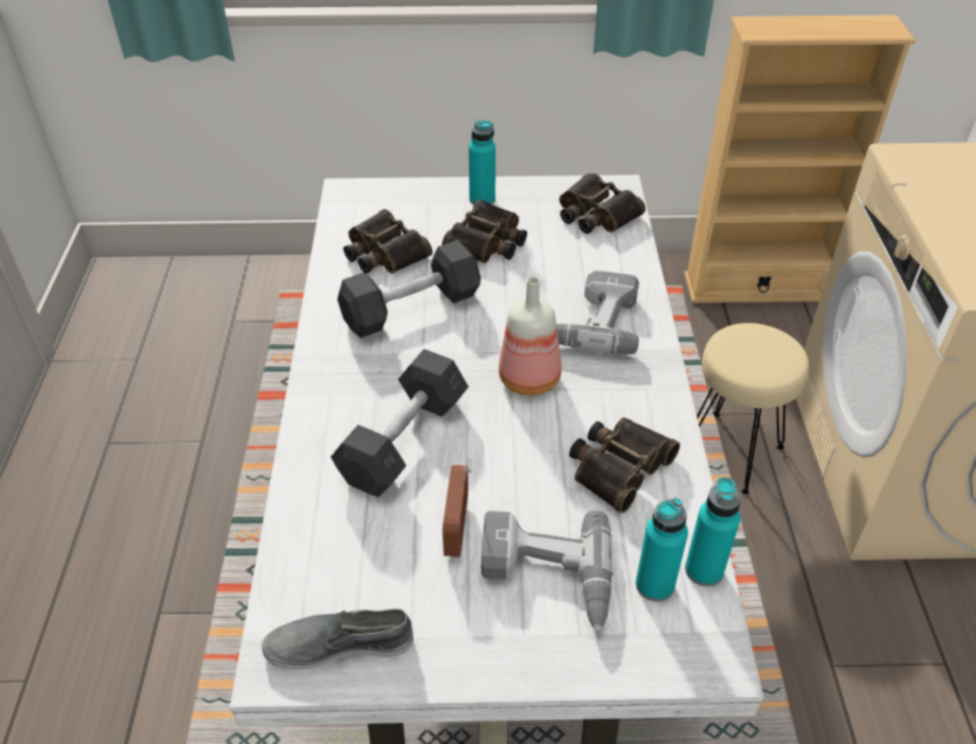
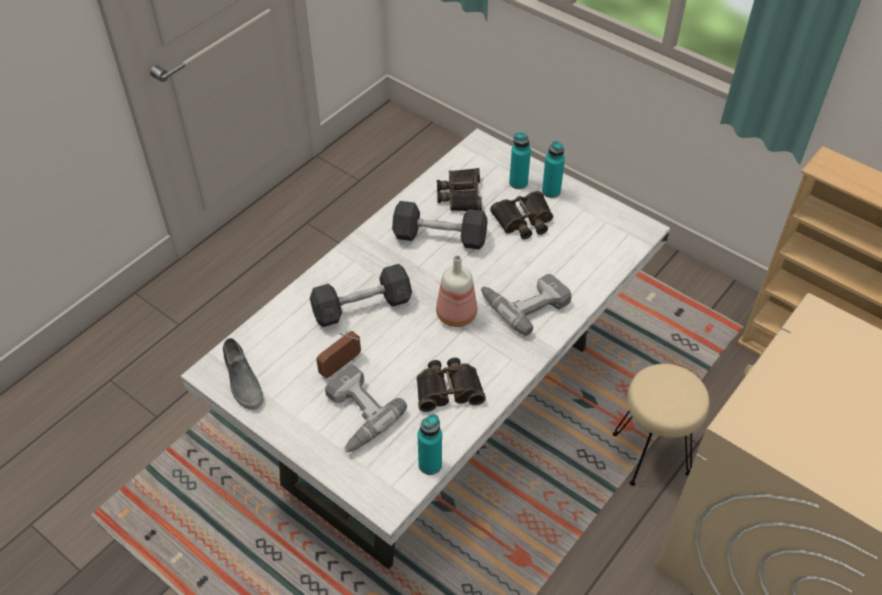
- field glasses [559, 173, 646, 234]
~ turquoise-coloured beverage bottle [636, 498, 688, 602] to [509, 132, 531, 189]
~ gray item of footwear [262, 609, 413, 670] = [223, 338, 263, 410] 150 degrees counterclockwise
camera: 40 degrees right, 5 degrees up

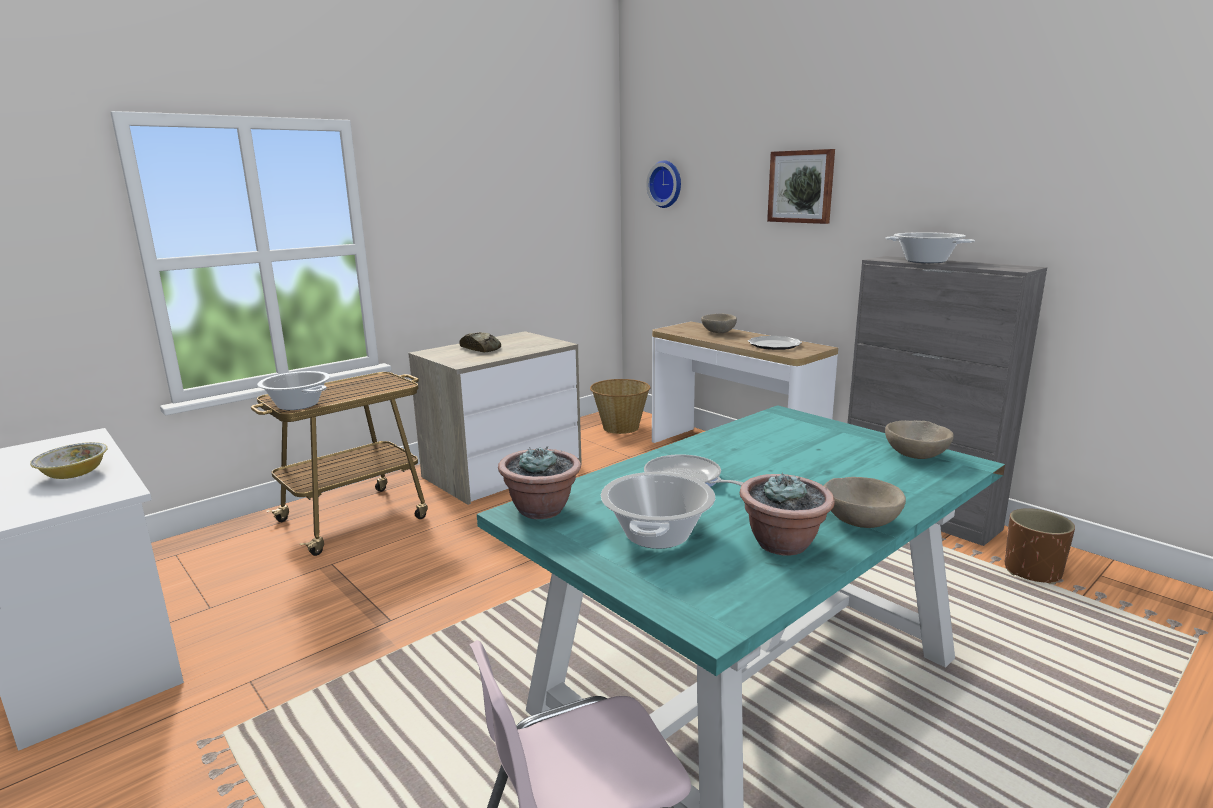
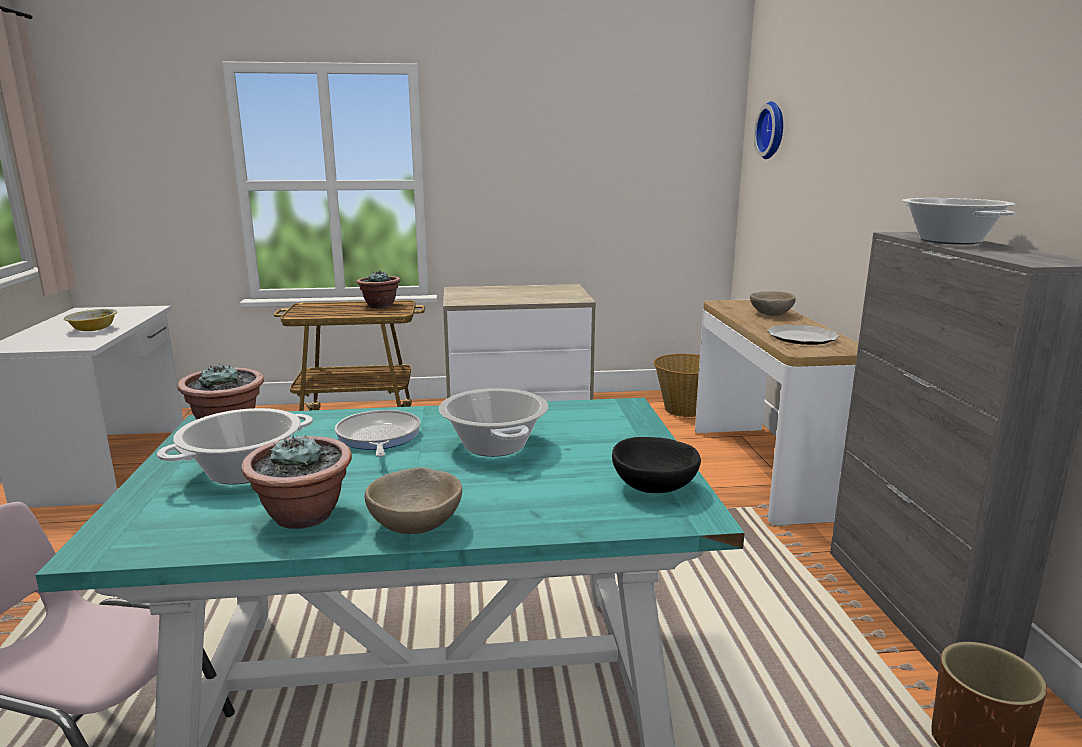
- wall picture [767, 149, 835, 224]
- bakery bread [460, 332, 501, 352]
~ saucepot [257, 371, 330, 410] to [439, 388, 548, 457]
~ sand-coloured deep dish [885, 420, 954, 459] to blackish deep dish [612, 437, 701, 493]
+ potted plant [356, 270, 400, 308]
camera: 35 degrees right, 0 degrees up

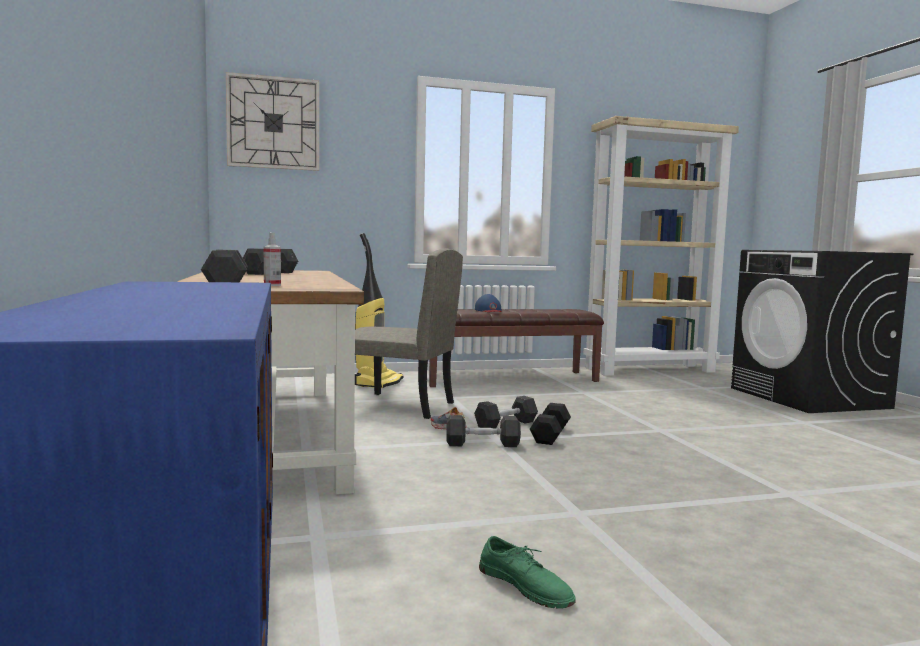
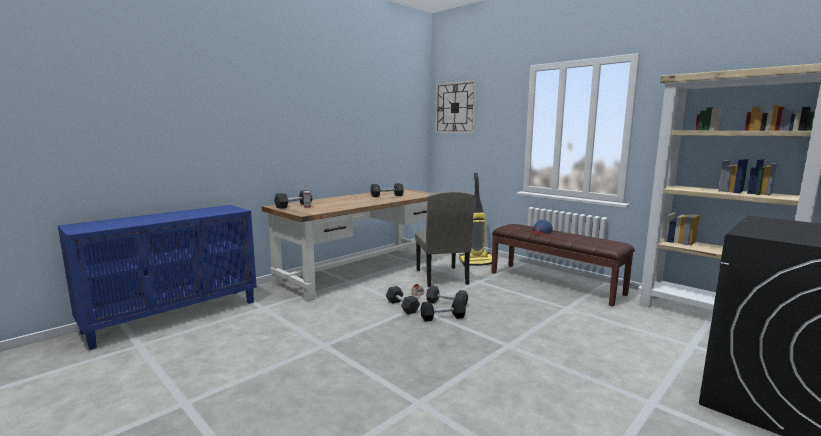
- green item of footwear [479, 536, 576, 609]
camera: 60 degrees right, 5 degrees up

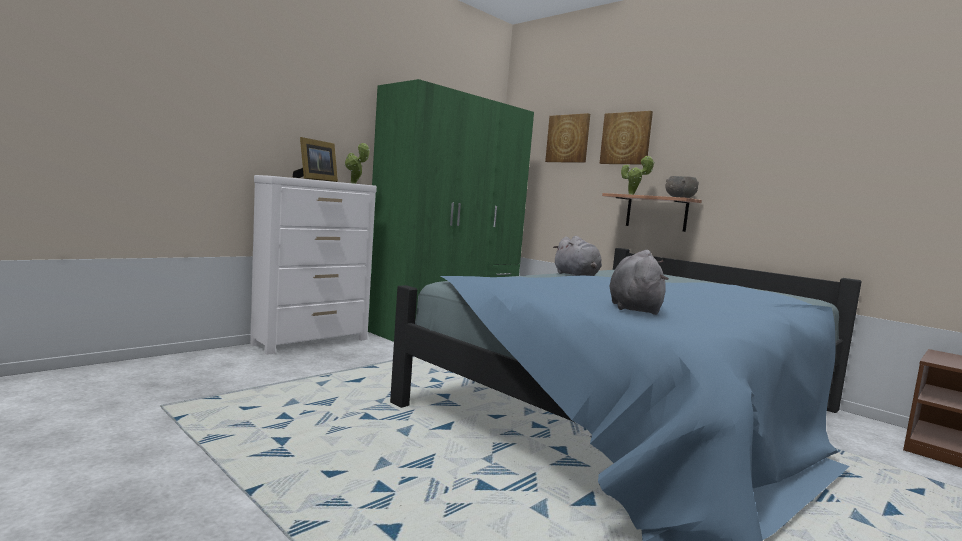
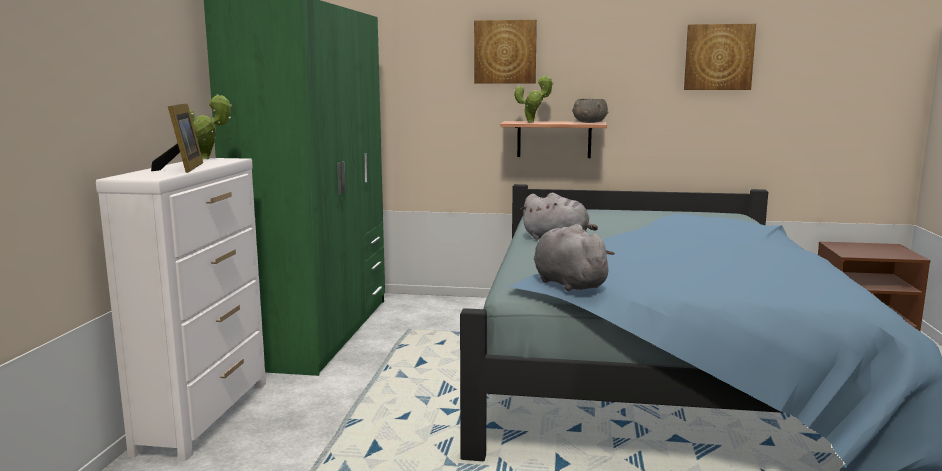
~ wall picture [545, 113, 590, 163] to [684, 24, 756, 90]
~ gray cuddly toy [610, 250, 669, 315] to [534, 224, 614, 291]
camera: 35 degrees left, 5 degrees up

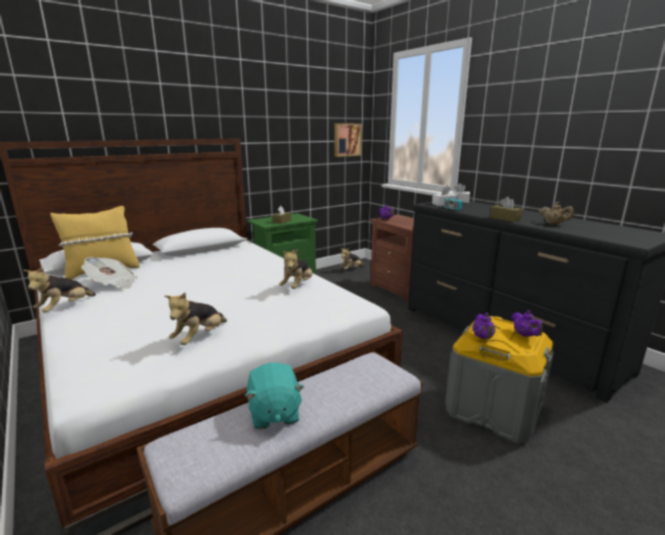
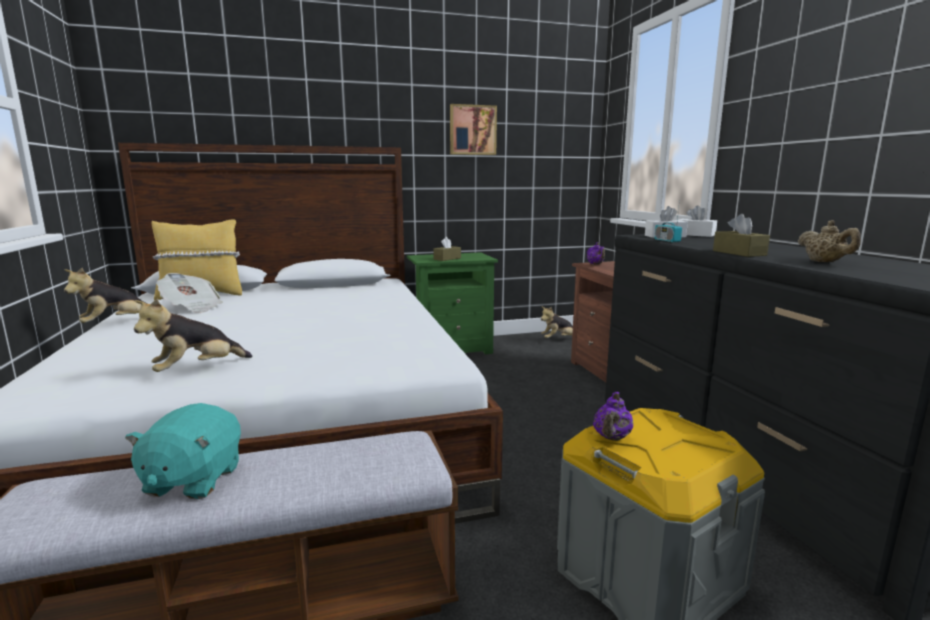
~ wall picture [335, 123, 362, 157] to [450, 104, 497, 155]
- cuddly toy [279, 249, 313, 289]
- purplish teapot [511, 310, 543, 337]
camera: 20 degrees right, 5 degrees down

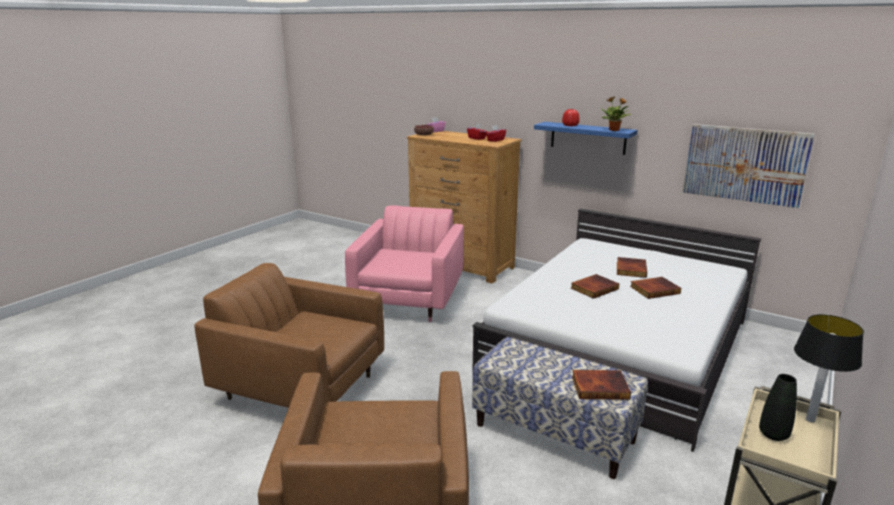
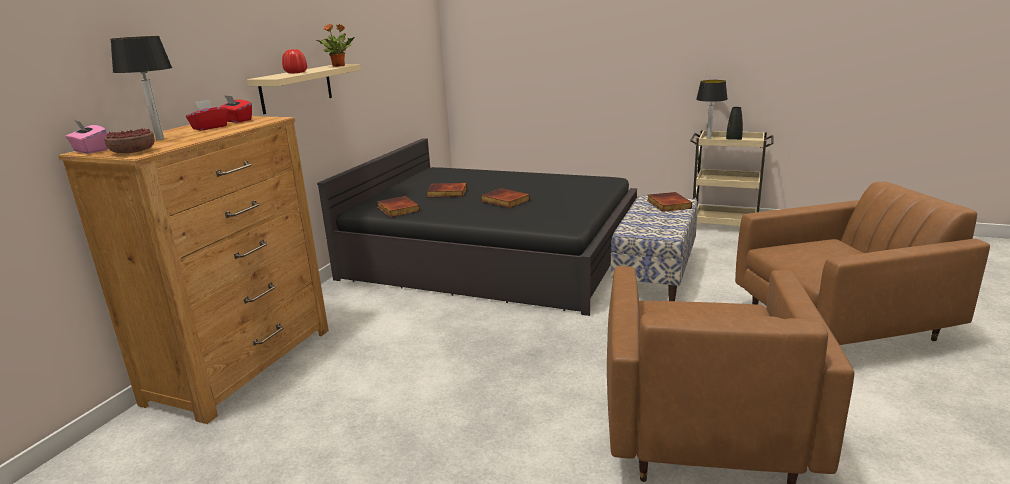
~ blue-coloured bracket shelf [534, 122, 637, 155] to sand-coloured bracket shelf [247, 64, 361, 114]
- wall picture [683, 124, 815, 208]
- pink armchair [345, 205, 464, 322]
~ white bedroom bed [472, 209, 761, 452] to blackish bedroom bed [317, 138, 637, 316]
~ bound book [630, 277, 681, 299] to [377, 196, 420, 217]
+ tabletop lamp [110, 36, 172, 140]
camera: 100 degrees left, 0 degrees up

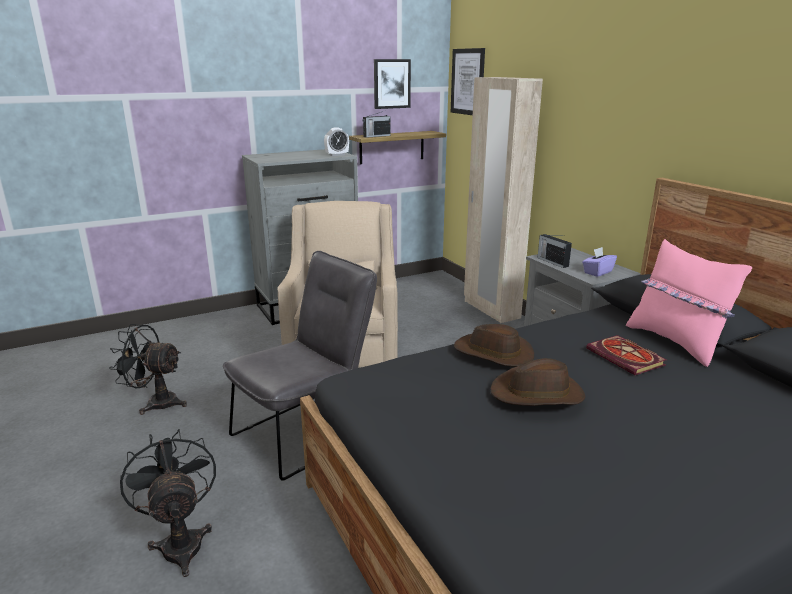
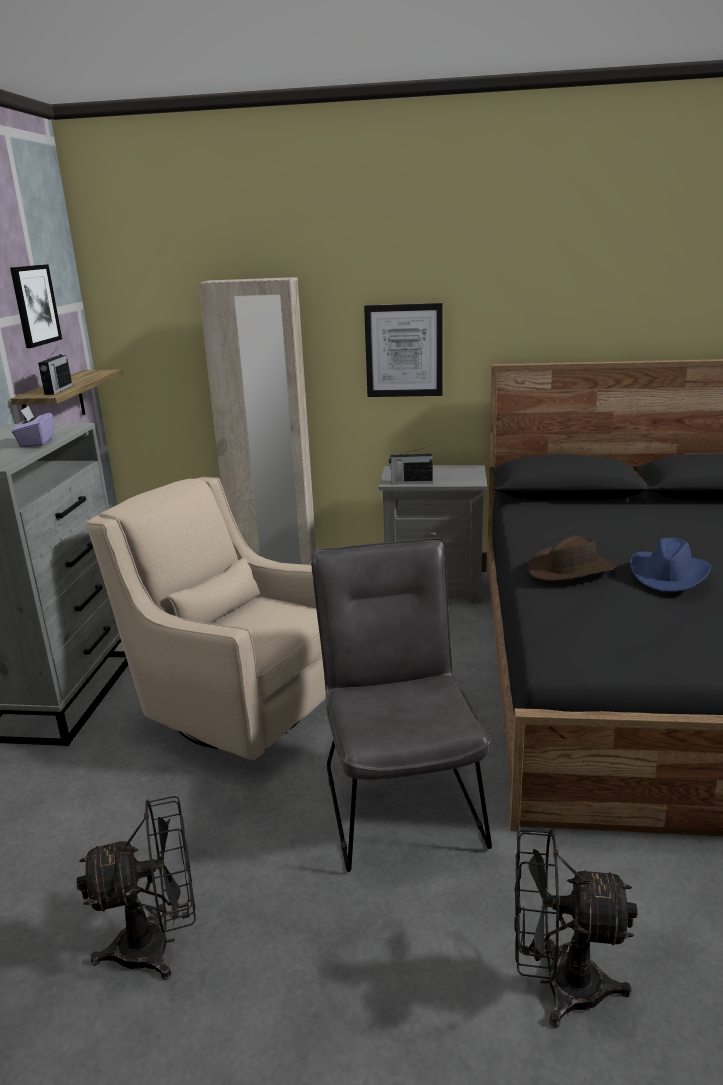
~ wall picture [451, 48, 485, 115] to [364, 303, 442, 397]
- alarm clock [324, 127, 349, 156]
- pink cushion [626, 239, 752, 367]
~ purplish tissue box [582, 247, 617, 277] to [12, 406, 54, 447]
~ blackish electric fan [109, 324, 187, 415] = [76, 796, 196, 980] 150 degrees counterclockwise
- bound book [586, 335, 667, 375]
~ brown clothing hat [490, 358, 586, 406] to blue-coloured clothing hat [630, 538, 711, 592]
camera: 55 degrees left, 0 degrees up

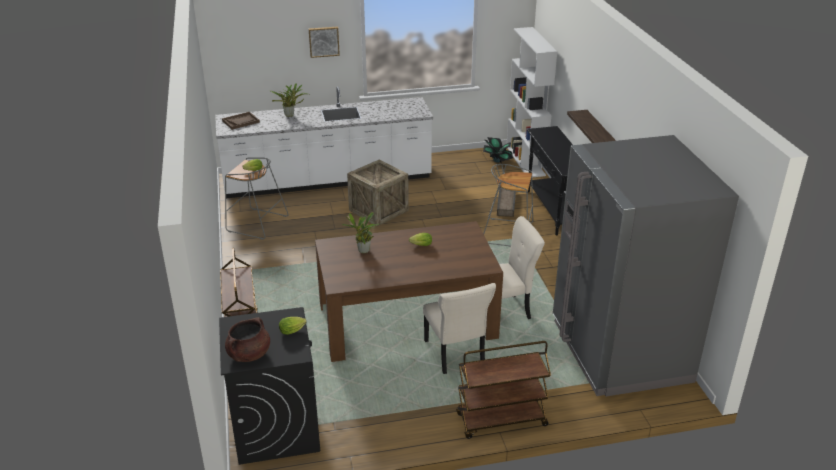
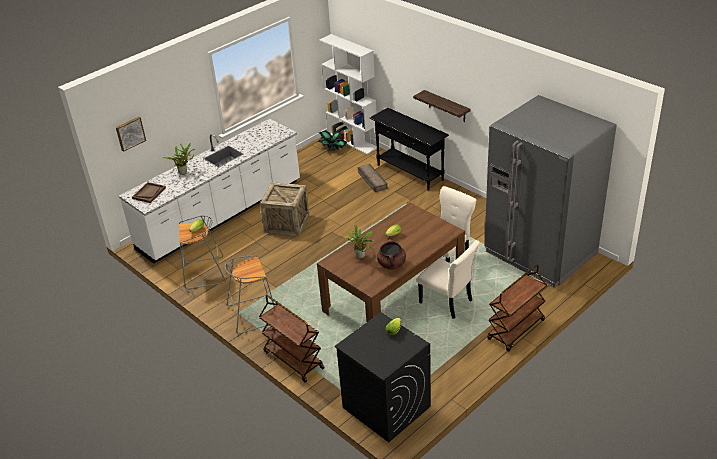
~ wall picture [309, 27, 340, 58] to [116, 117, 146, 152]
~ gray stool seat [483, 164, 533, 246] to [225, 255, 275, 334]
~ brown saucepot [225, 317, 270, 362] to [377, 239, 406, 270]
camera: 30 degrees left, 5 degrees up

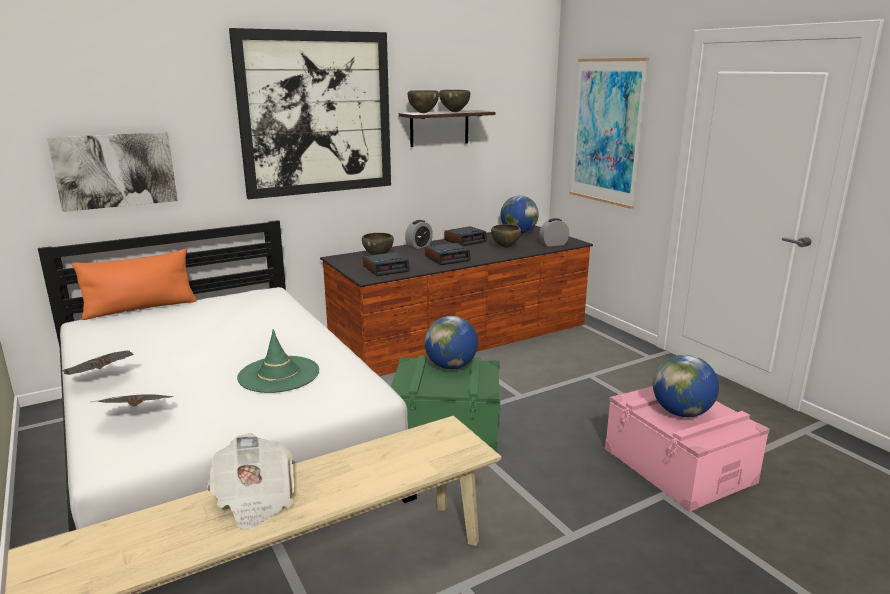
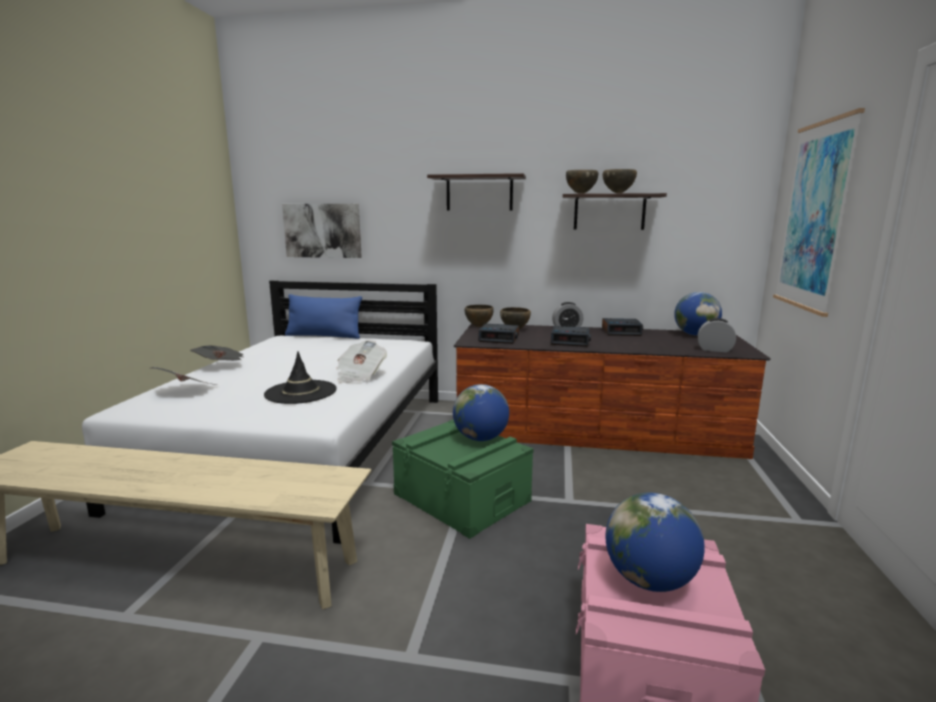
~ wall picture [229, 28, 391, 199] to bracket shelf [427, 173, 526, 211]
~ brown deep dish [491, 224, 521, 248] to [465, 305, 494, 327]
~ orangey cushion [72, 249, 196, 320] to blue-coloured cushion [285, 294, 362, 339]
~ green clothing hat [237, 329, 319, 393] to blackish clothing hat [264, 351, 337, 404]
~ daily paper [207, 434, 294, 530] to [336, 340, 387, 383]
camera: 40 degrees right, 5 degrees down

